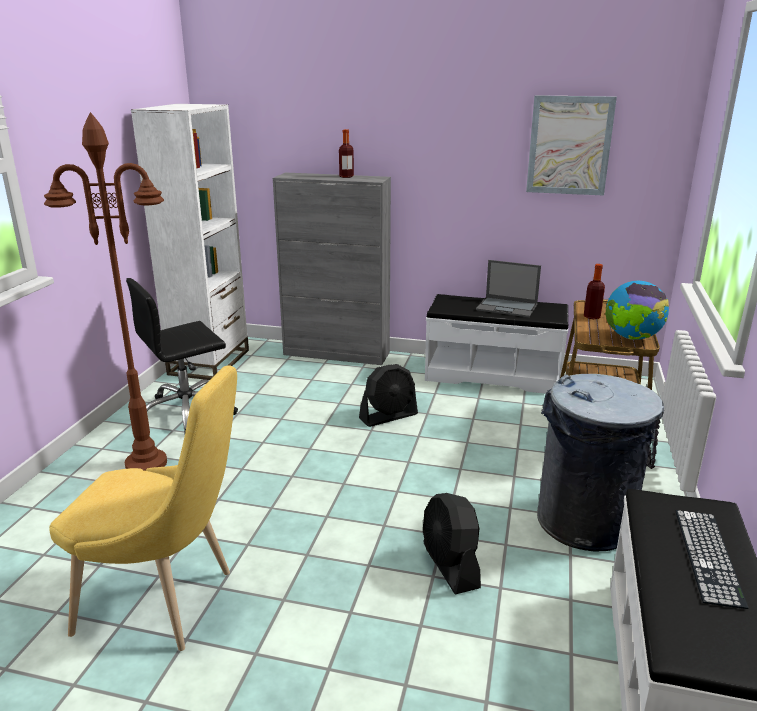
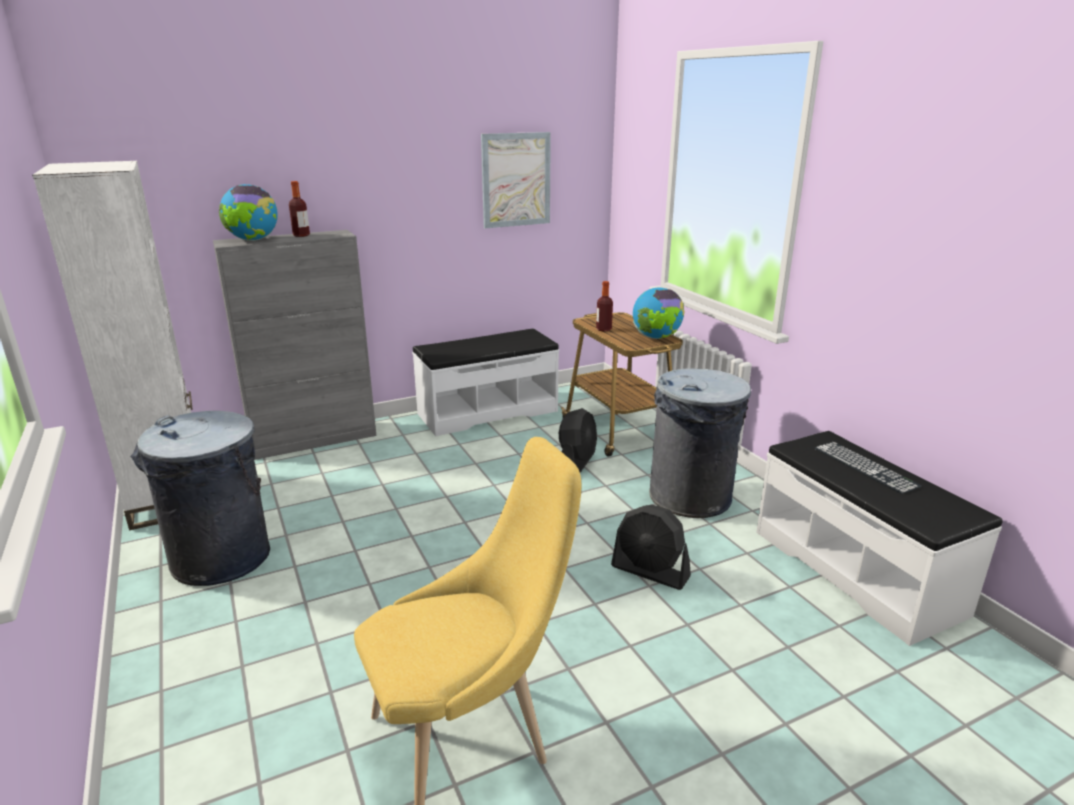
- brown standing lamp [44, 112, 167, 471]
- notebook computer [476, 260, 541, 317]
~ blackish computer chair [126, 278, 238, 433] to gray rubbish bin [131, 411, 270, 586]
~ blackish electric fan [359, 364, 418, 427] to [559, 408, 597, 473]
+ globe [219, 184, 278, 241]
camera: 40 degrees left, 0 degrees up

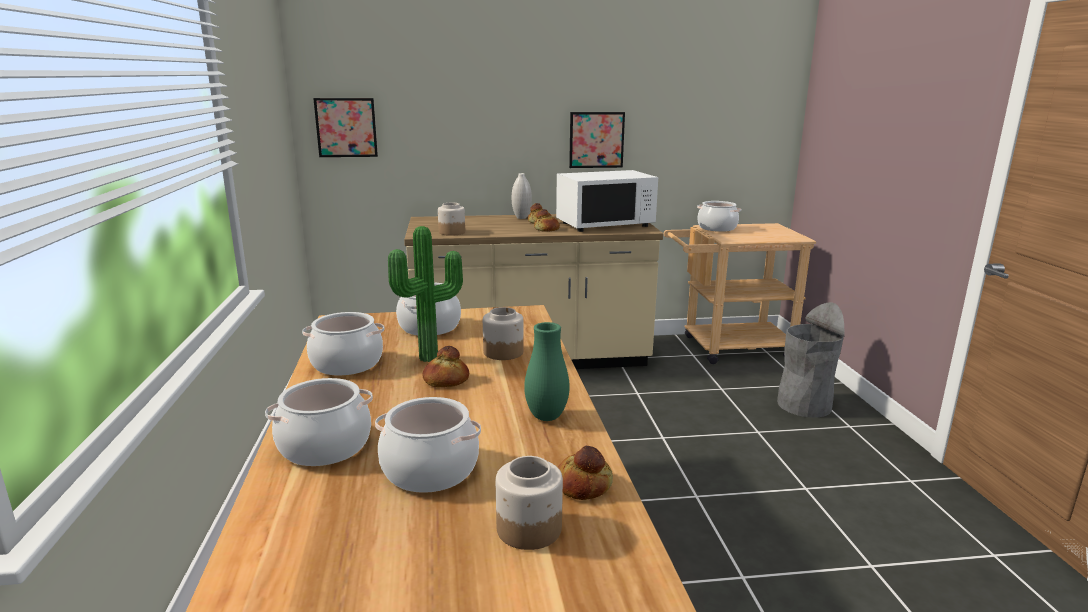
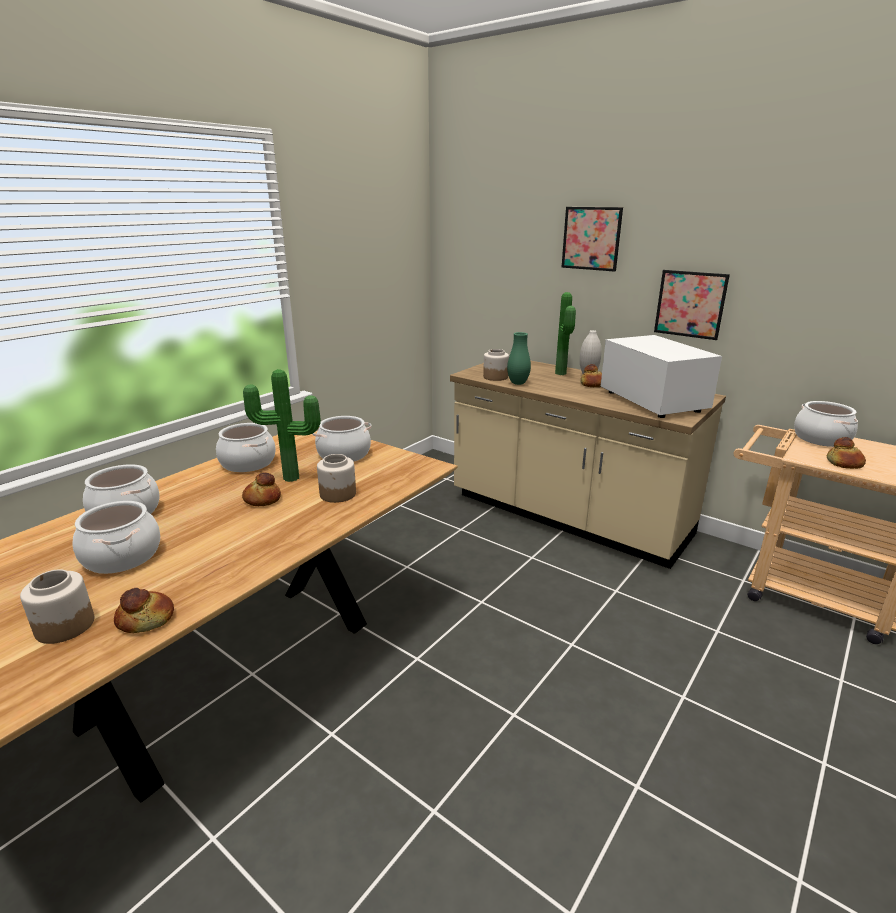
~ wall picture [313, 98, 378, 157] to [562, 207, 623, 272]
~ white kitchen microwave [556, 170, 658, 232] = [601, 335, 722, 418] 135 degrees counterclockwise
~ bakery bread [534, 209, 560, 232] to [827, 437, 866, 469]
- gray rubbish bin [777, 302, 845, 418]
~ green decorative vase [524, 322, 570, 421] to [507, 332, 531, 385]
+ potted plant [555, 292, 576, 375]
camera: 45 degrees right, 5 degrees up

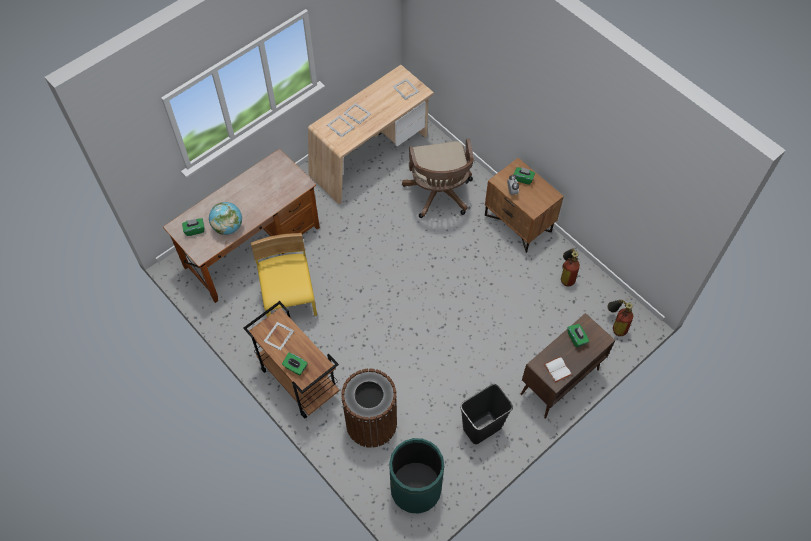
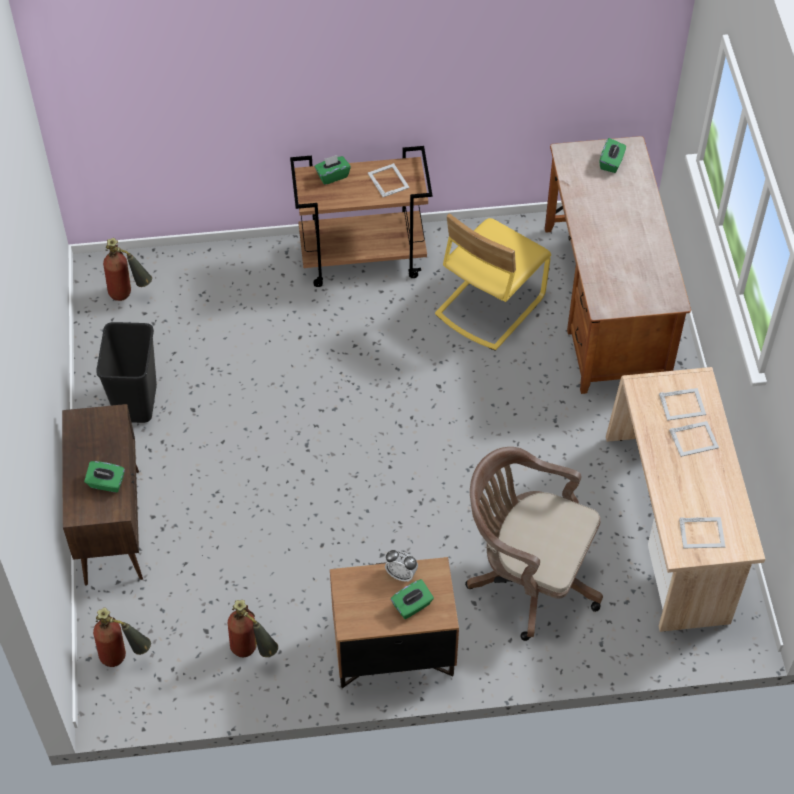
- globe [209, 202, 242, 235]
~ yellowish plain chair [251, 233, 317, 317] = [435, 213, 551, 350] 105 degrees clockwise
- white bound book [544, 356, 572, 382]
- brown rubbish bin [341, 369, 397, 448]
~ green rubbish bin [389, 438, 444, 514] to fire-fighting cylinder [103, 238, 152, 301]
camera: 125 degrees right, 5 degrees down

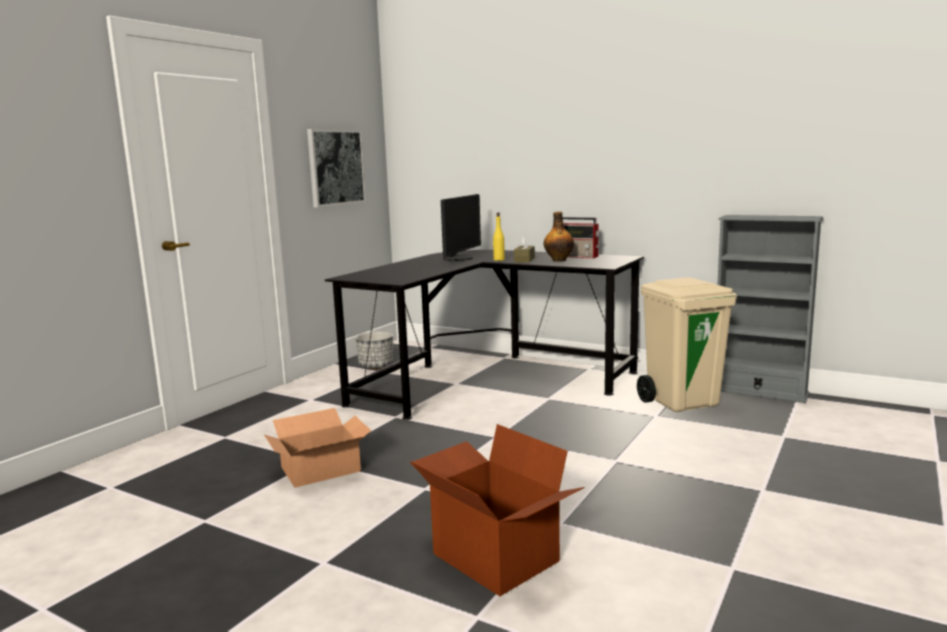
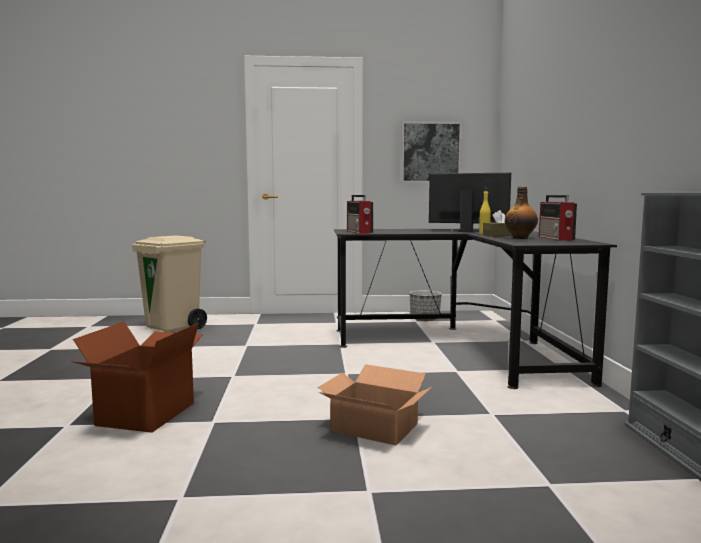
~ monitor [441, 194, 481, 261] = [429, 173, 511, 232] 150 degrees counterclockwise
~ sand-coloured rubbish bin [637, 277, 737, 412] to [132, 236, 207, 332]
~ carton [264, 408, 371, 488] to [318, 364, 432, 446]
+ radio receiver [347, 195, 373, 234]
camera: 55 degrees right, 5 degrees down

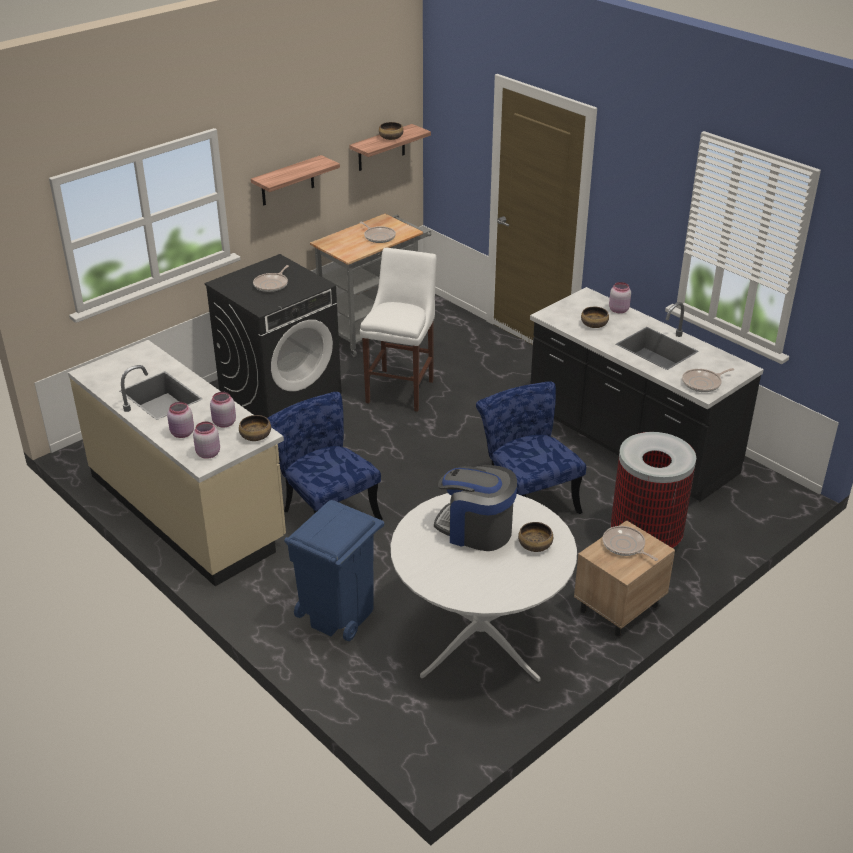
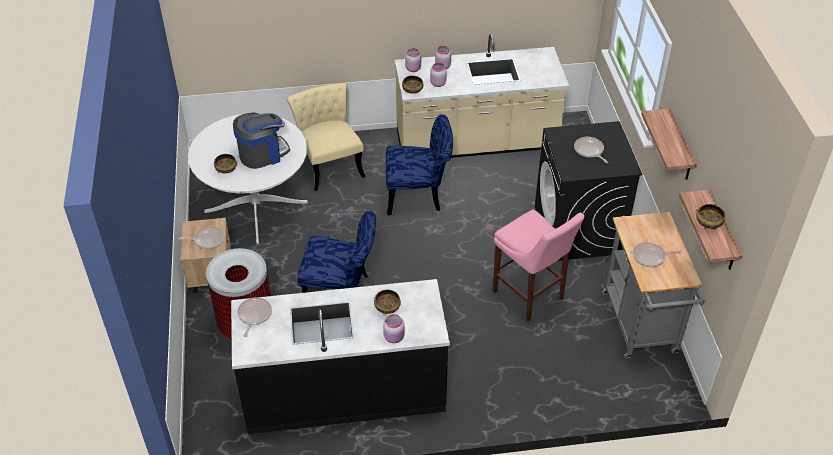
~ white stool seat [360, 248, 437, 412] to pink stool seat [493, 210, 584, 322]
~ blue-coloured rubbish bin [284, 500, 384, 641] to sand-coloured plain chair [287, 83, 365, 191]
camera: 125 degrees right, 10 degrees up

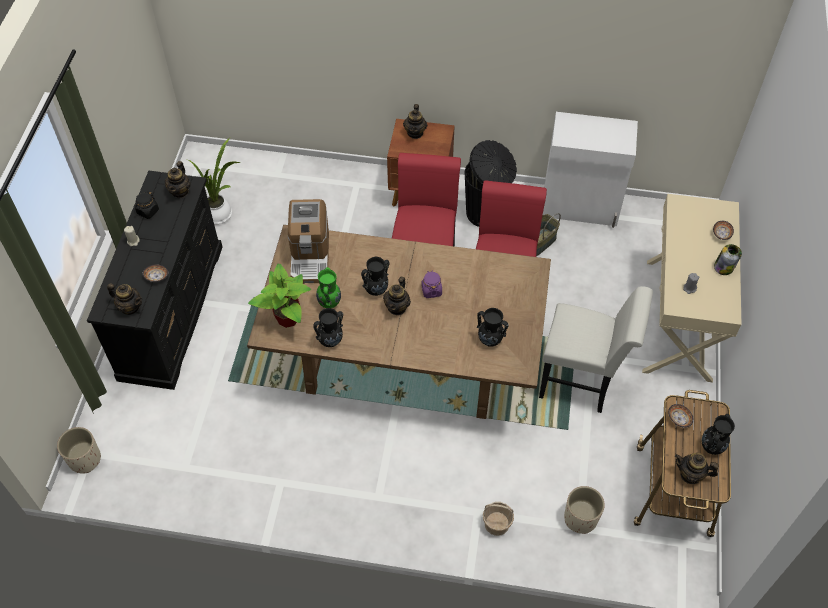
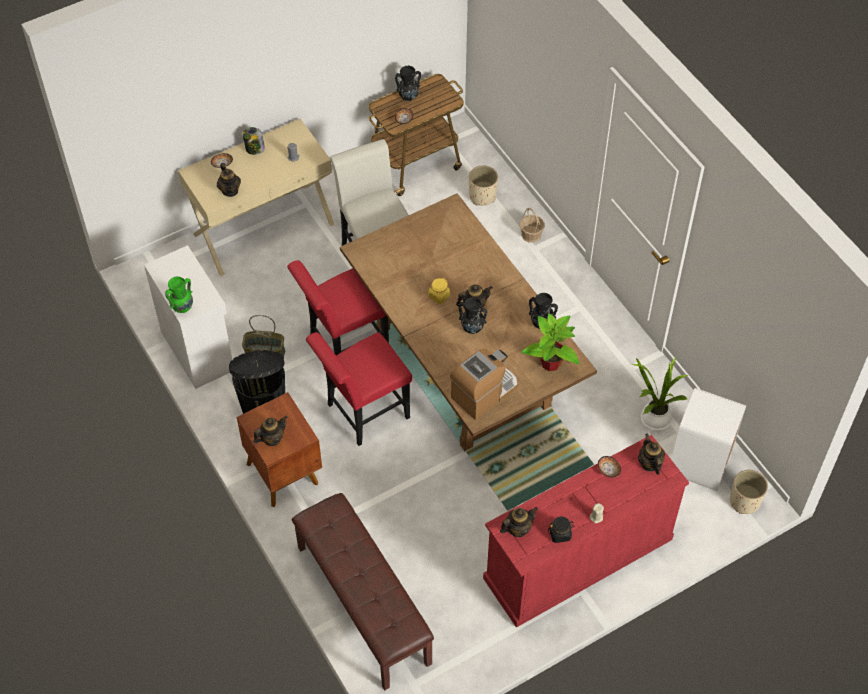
~ potted plant [188, 138, 240, 224] to [631, 358, 688, 431]
~ blackish chest of drawers [87, 171, 223, 390] to red chest of drawers [483, 435, 689, 628]
~ green decorative vase [316, 267, 341, 308] to [165, 276, 193, 313]
~ purplish jar [421, 271, 442, 298] to yellowish jar [428, 278, 450, 304]
- blackish decorative vase [477, 308, 509, 347]
~ teapot [675, 453, 719, 484] to [217, 163, 241, 197]
+ white rubbish bin [671, 388, 746, 491]
+ brown long seat [292, 493, 434, 690]
camera: 130 degrees left, 0 degrees up

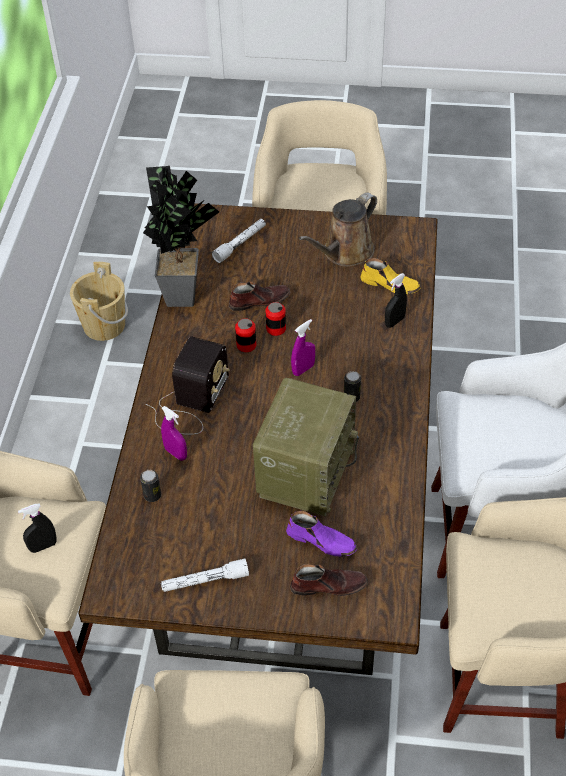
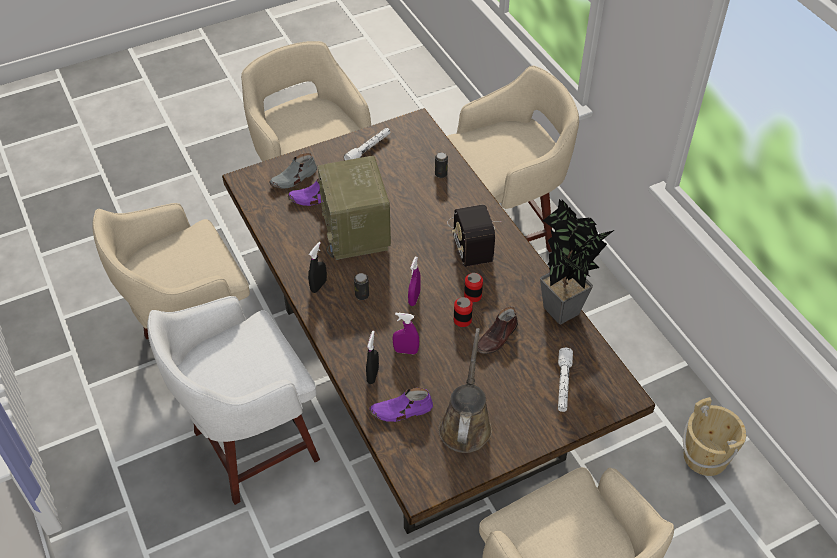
~ yellowish item of footwear [360, 258, 421, 294] to purplish item of footwear [369, 388, 433, 422]
~ purplish spray bottle [161, 406, 187, 461] to [392, 313, 419, 354]
~ blackish spray bottle [18, 503, 56, 553] to [308, 242, 327, 293]
~ brown item of footwear [290, 564, 368, 596] to gray item of footwear [269, 153, 317, 188]
camera: 145 degrees right, 0 degrees up

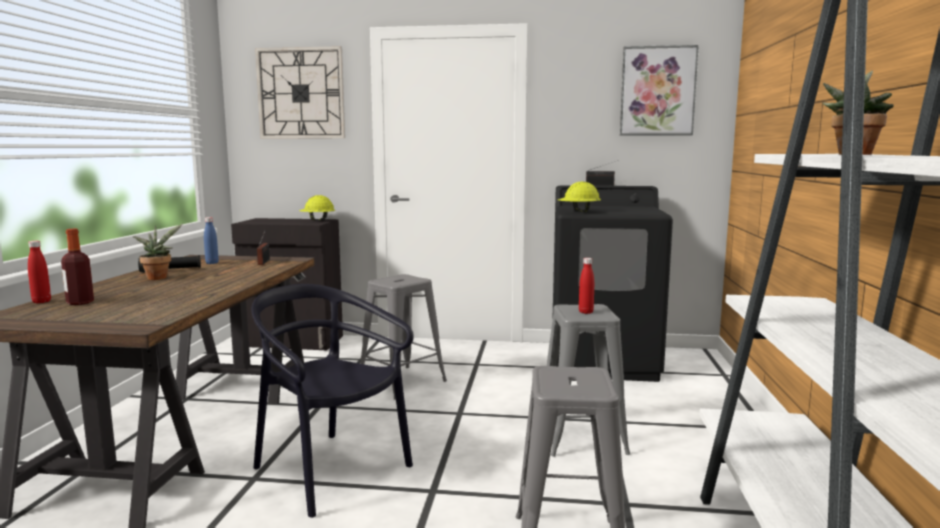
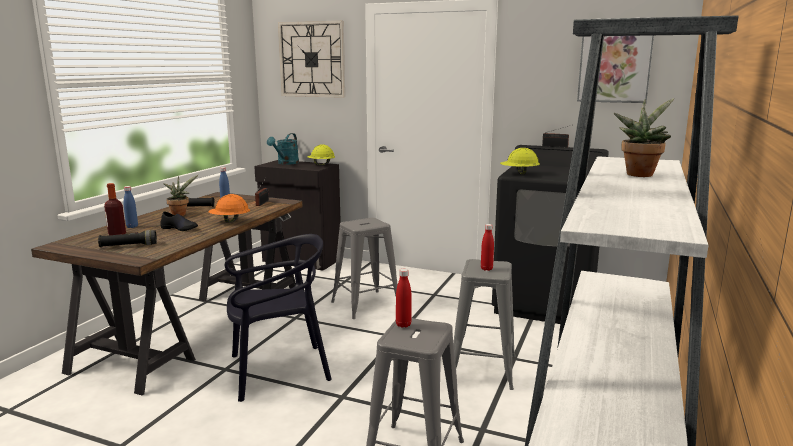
~ red beverage bottle [28, 241, 51, 303] to [396, 269, 412, 328]
~ blackish plain chair [251, 284, 414, 518] = [225, 234, 332, 402] 105 degrees clockwise
+ turquoise-coloured watering can [267, 133, 299, 165]
+ blue-coloured beverage bottle [124, 186, 138, 228]
+ orangey work helmet [208, 194, 250, 223]
+ blackish item of footwear [160, 211, 198, 231]
+ blackish flashlight [98, 230, 157, 247]
camera: 15 degrees right, 5 degrees up

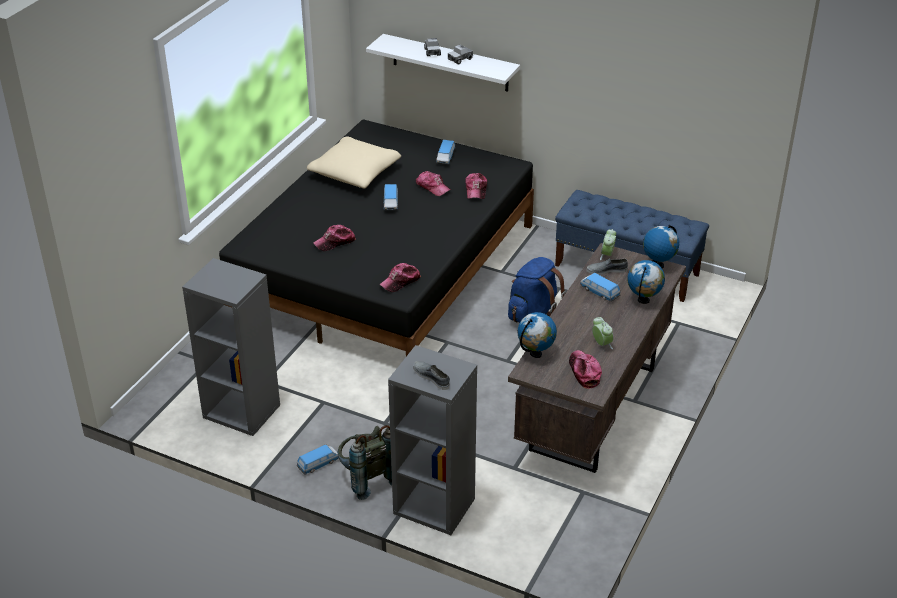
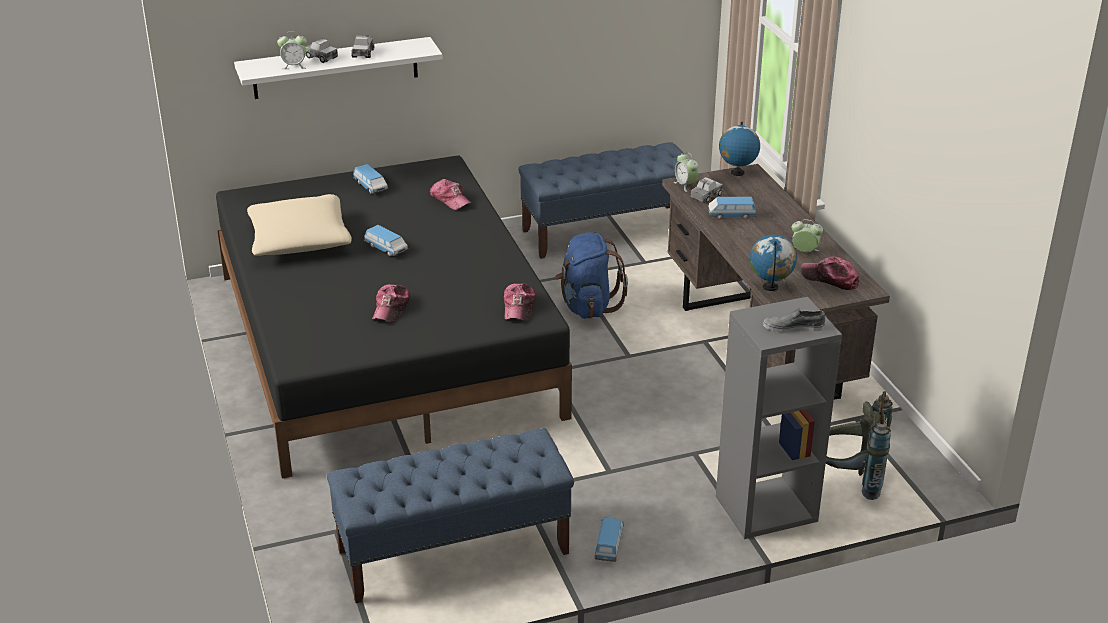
- baseball cap [416, 171, 451, 196]
~ gray bookcase [182, 258, 280, 436] to blue-coloured long seat [327, 428, 574, 603]
~ gray item of footwear [587, 258, 628, 275] to model truck [691, 177, 723, 203]
- globe [627, 260, 665, 304]
~ gray knapsack [338, 425, 392, 500] to [826, 391, 893, 500]
+ alarm clock [277, 31, 307, 69]
camera: 45 degrees left, 5 degrees down

